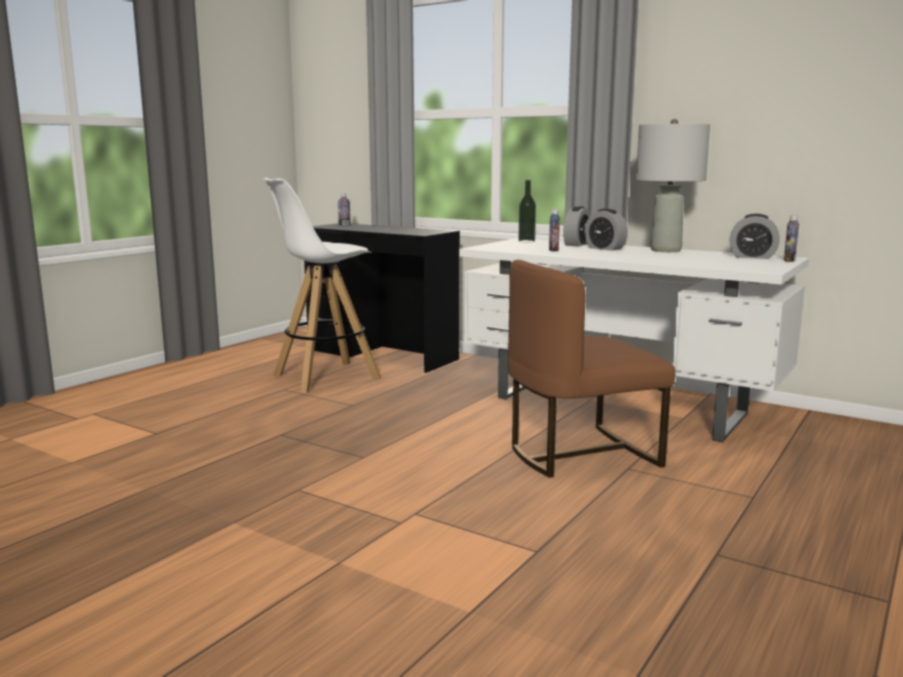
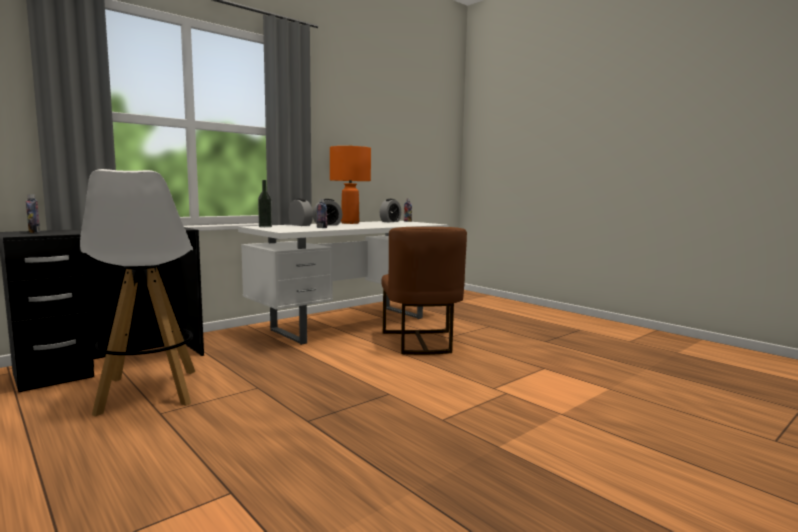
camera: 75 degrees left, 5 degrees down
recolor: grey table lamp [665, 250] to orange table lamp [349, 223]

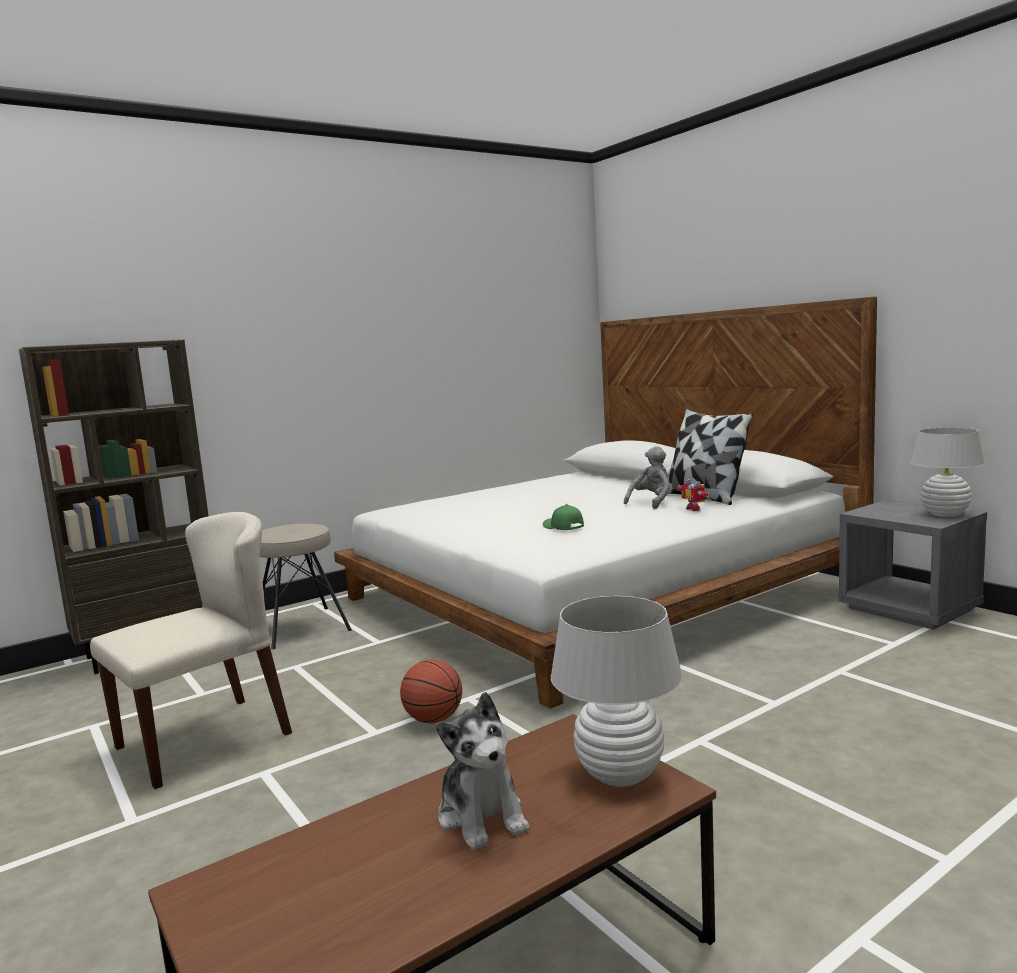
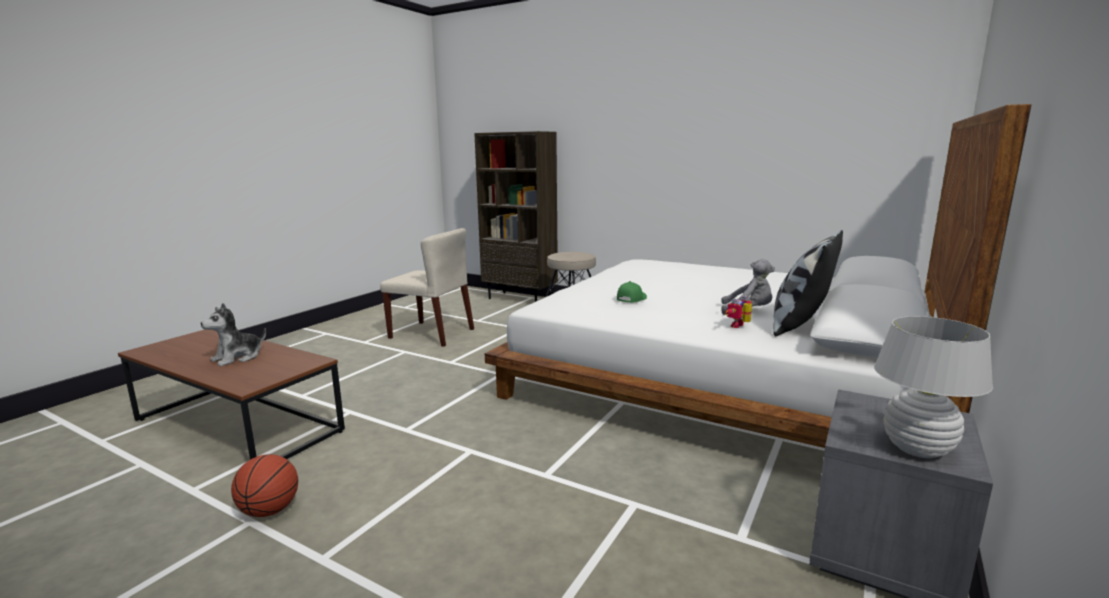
camera: 65 degrees right, 5 degrees up
delete: white table lamp [619, 774]
move: basketball [434, 719] to [269, 511]

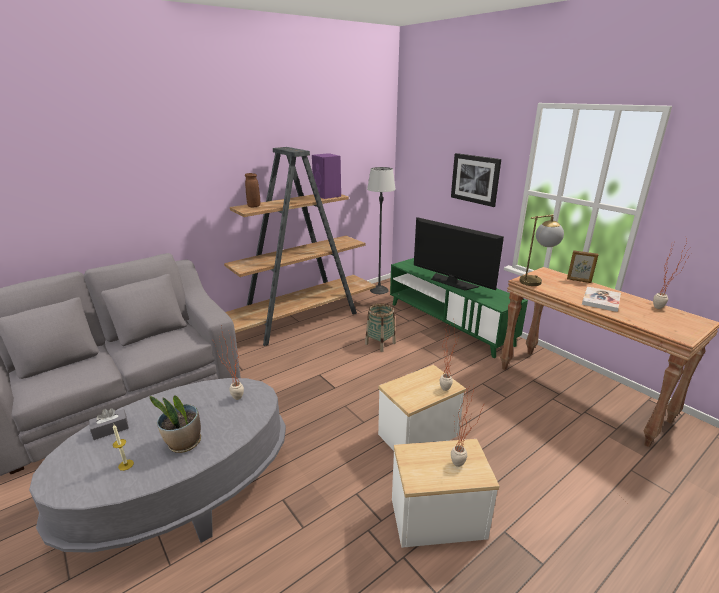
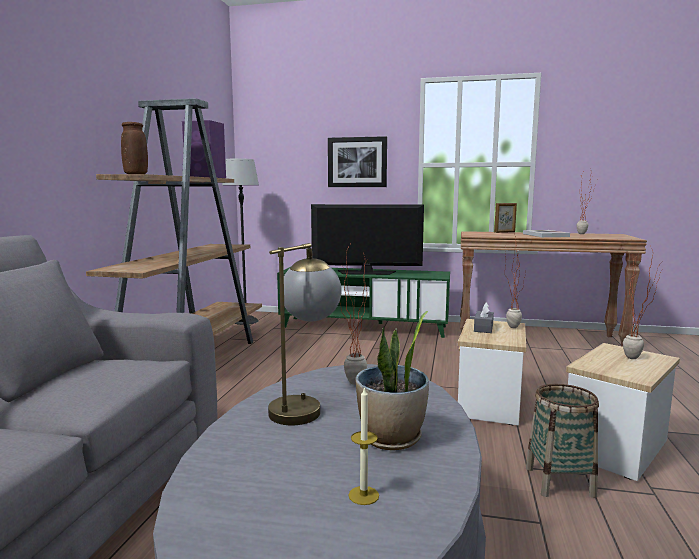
camera: 40 degrees left, 15 degrees down
move: table lamp [536, 280] to [304, 406]; basket [380, 343] to [559, 481]; grey tissue box [110, 429] to [483, 328]

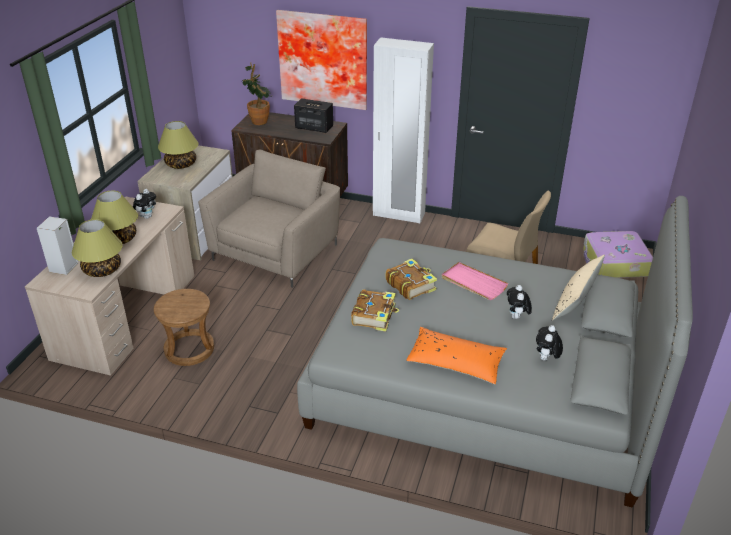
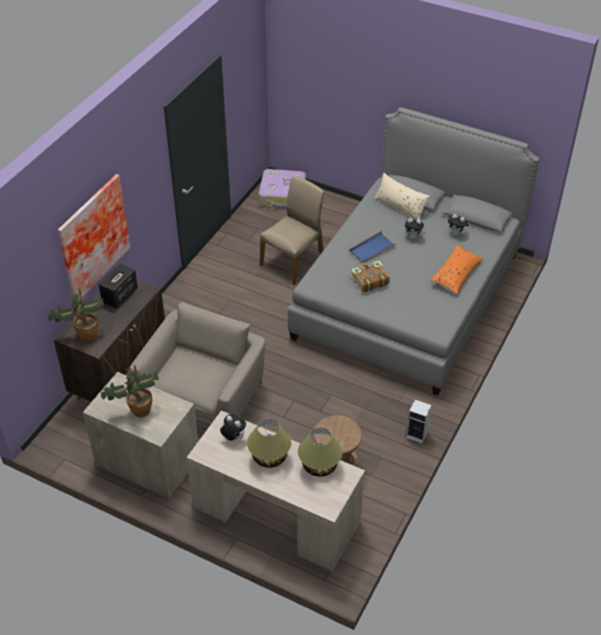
camera: 80 degrees left, 10 degrees up
delete: white wardrobe [398, 215]; book [374, 315]
move: speaker [63, 268] to [418, 434]
replace: table lamp [181, 164] to potted plant [136, 410]
recolor: pink tray [473, 283] to blue tray [372, 249]
rotate: beige armchair [276, 252] = [203, 397] 75 degrees clockwise

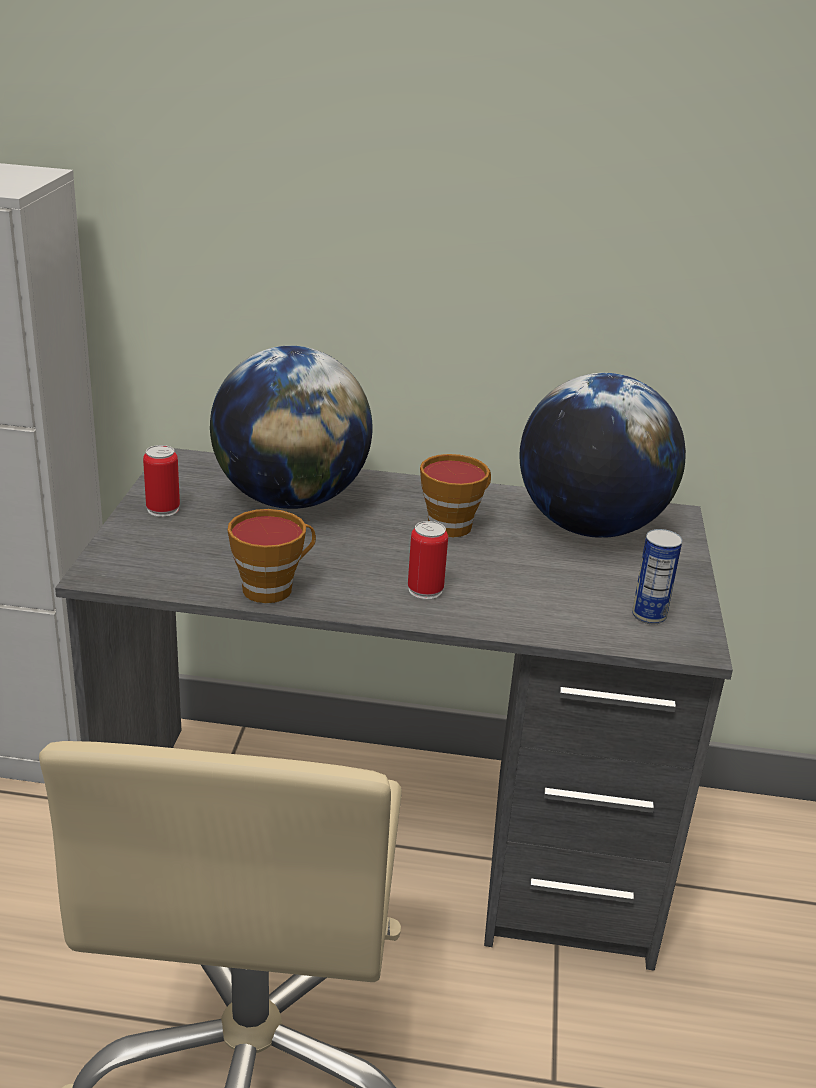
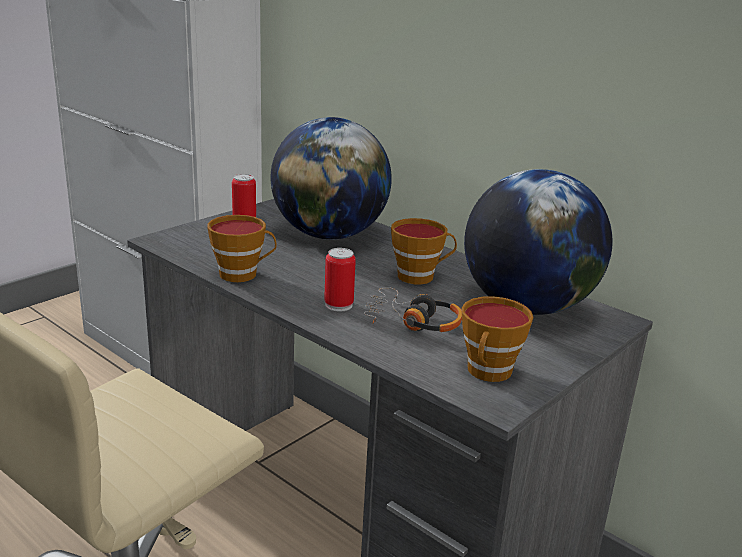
camera: 35 degrees right, 5 degrees down
insert: headphones [412, 322]
replace: can [649, 616] to cup [488, 373]

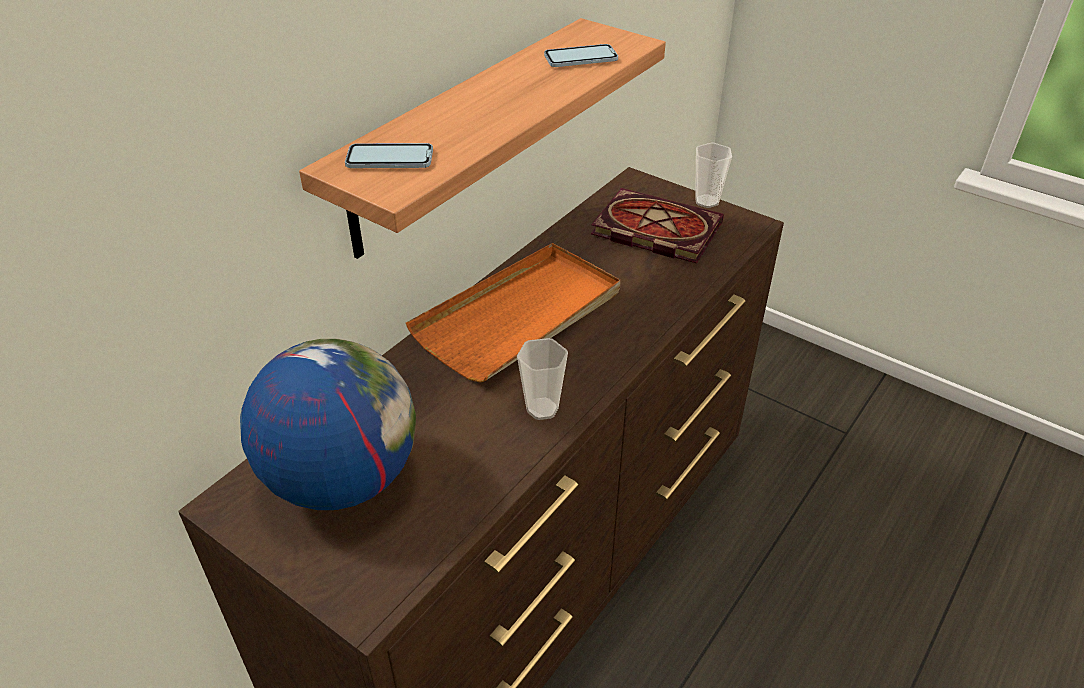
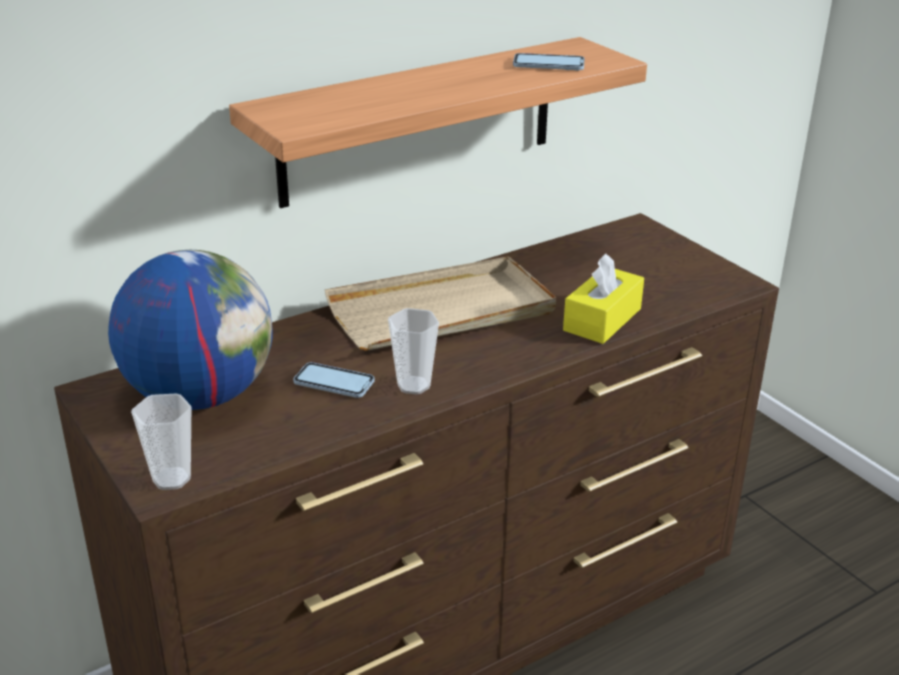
camera: 20 degrees right, 10 degrees down
delete: book [653, 230]
insert: yellow tissue box [602, 319]
move: phone [390, 159] to [334, 382]; cup [706, 201] to [171, 479]
recolor: orange tray [520, 316] to beige tray [442, 311]

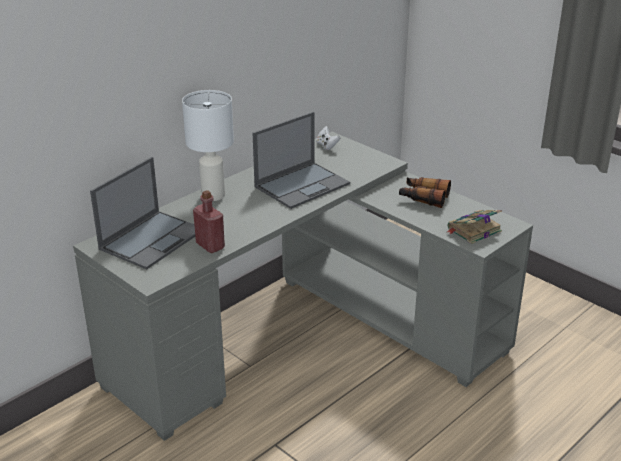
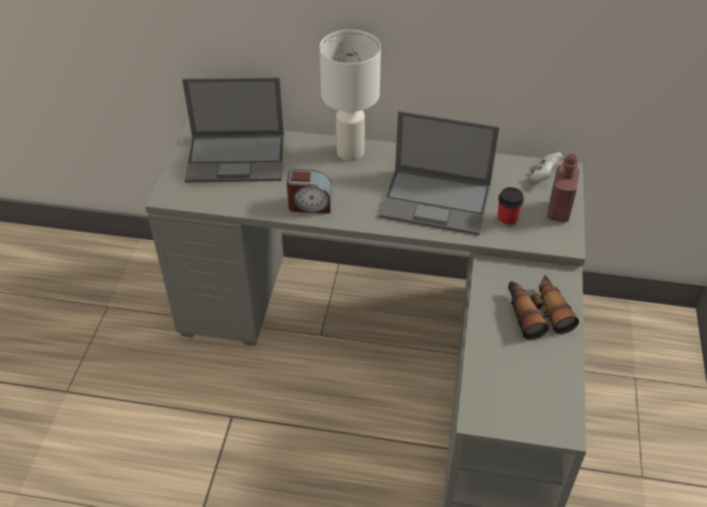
camera: 55 degrees right, 15 degrees up
delete: book [473, 230]
insert: alarm clock [310, 205]; cup [507, 220]
move: red bottle [210, 246] to [558, 211]

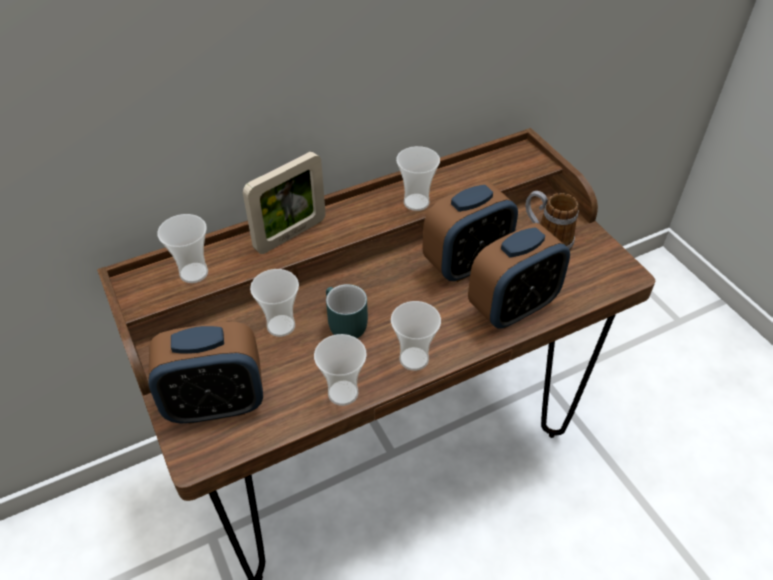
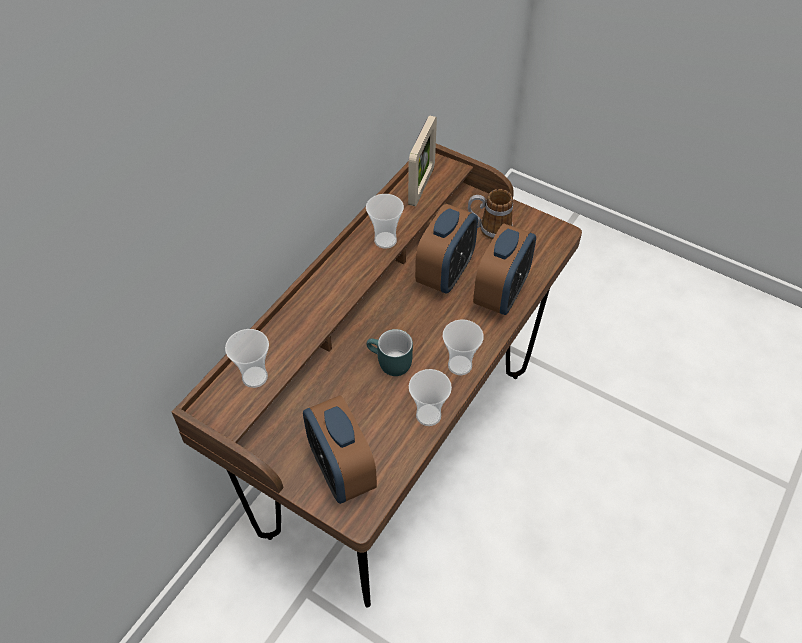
camera: 30 degrees left, 5 degrees up
delete: cup [281, 326]
move: picture frame [290, 235] to [421, 186]
rotate: alarm clock [216, 404] = [341, 470] 105 degrees clockwise

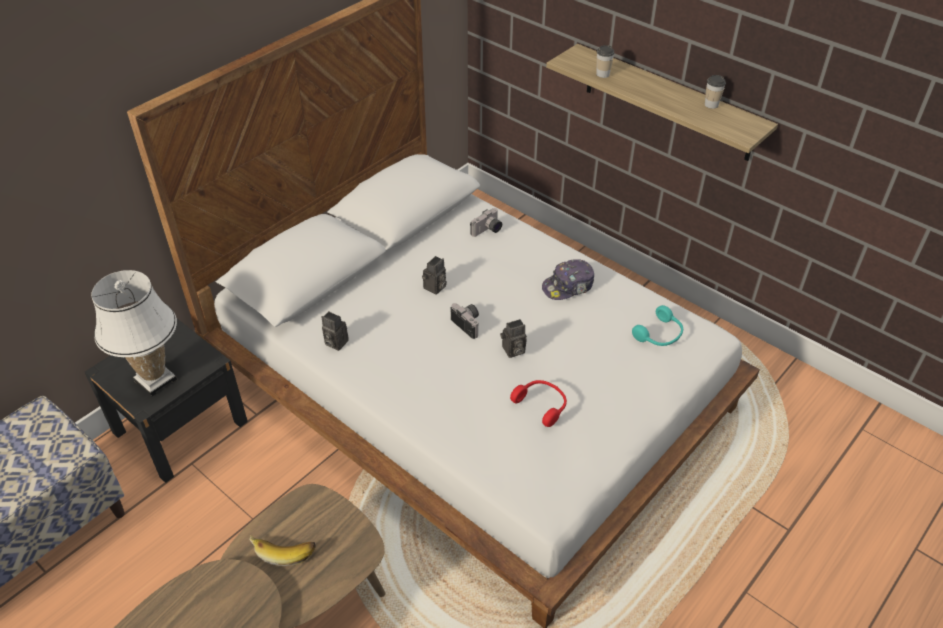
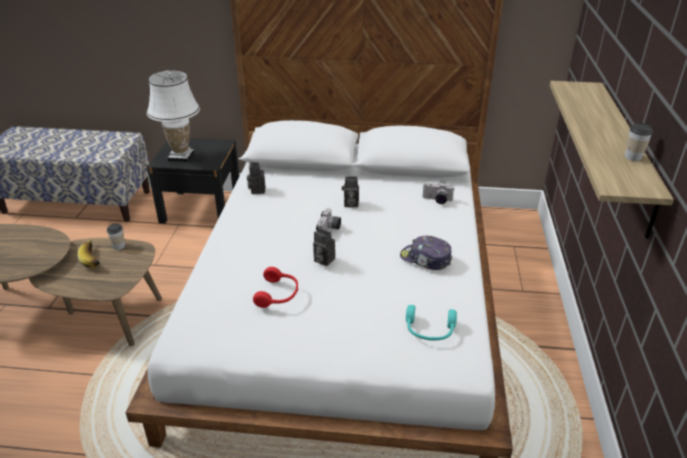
camera: 55 degrees right, 10 degrees down
move: cup [602, 74] to [119, 246]

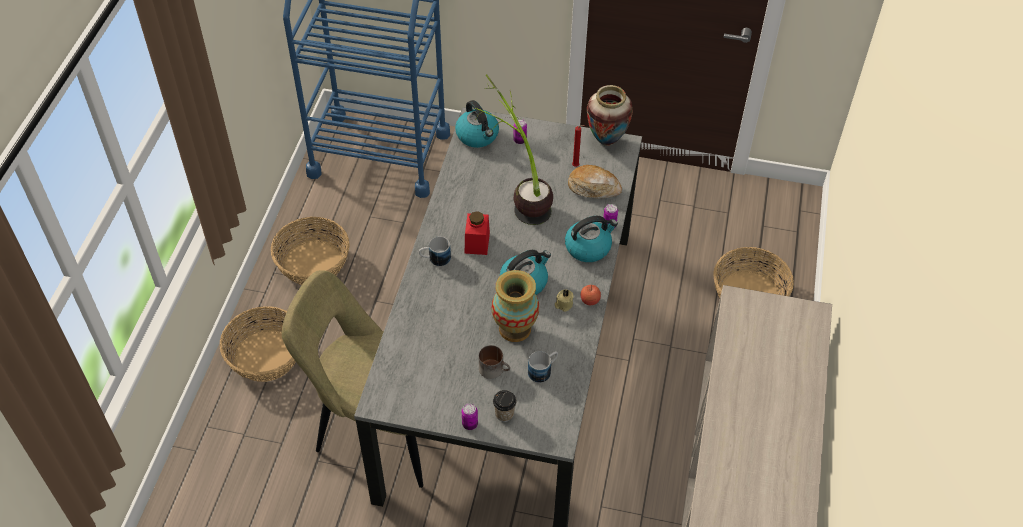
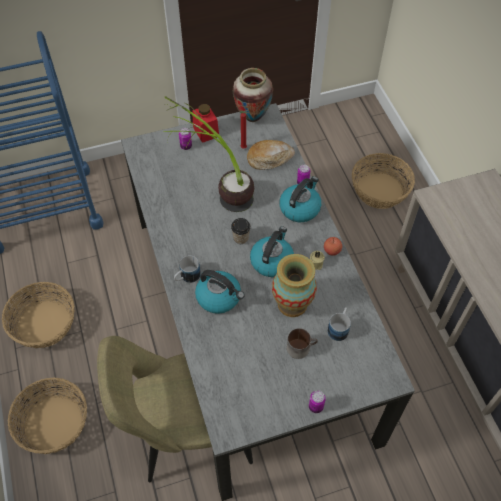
camera: 30 degrees left, 5 degrees up
move: kettle [478, 136] to [219, 297]; red jar [477, 243] to [206, 132]; cup [504, 414] to [241, 238]

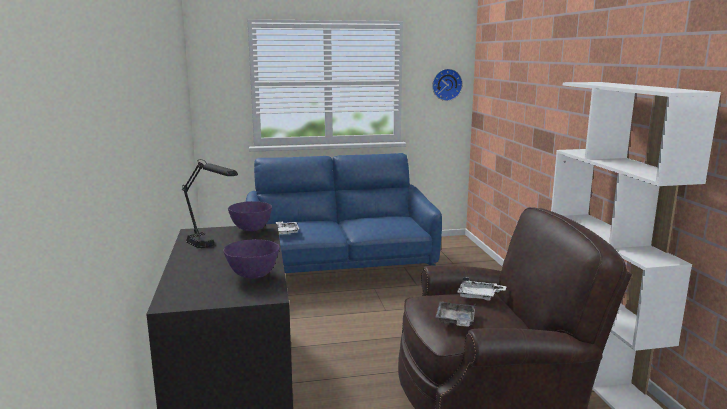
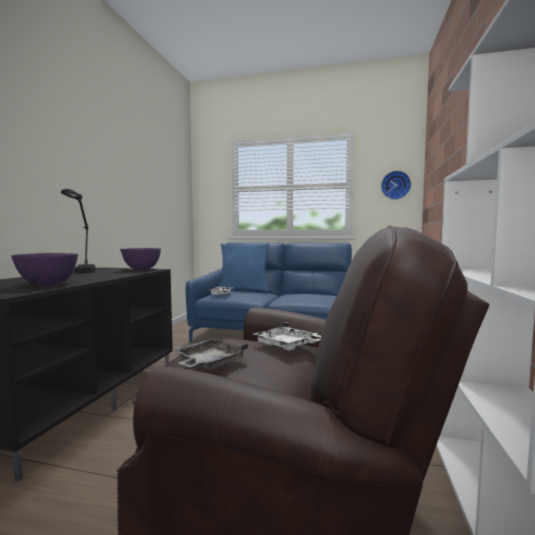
camera: 25 degrees right, 10 degrees down
insert: blue pillow [244, 290]

